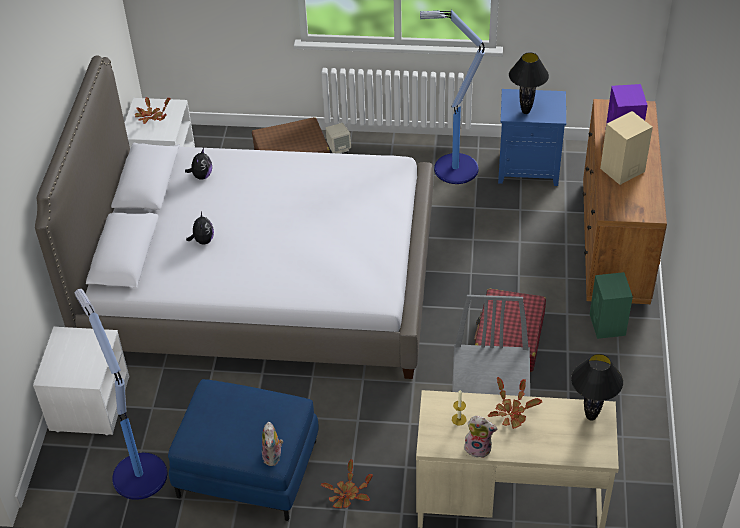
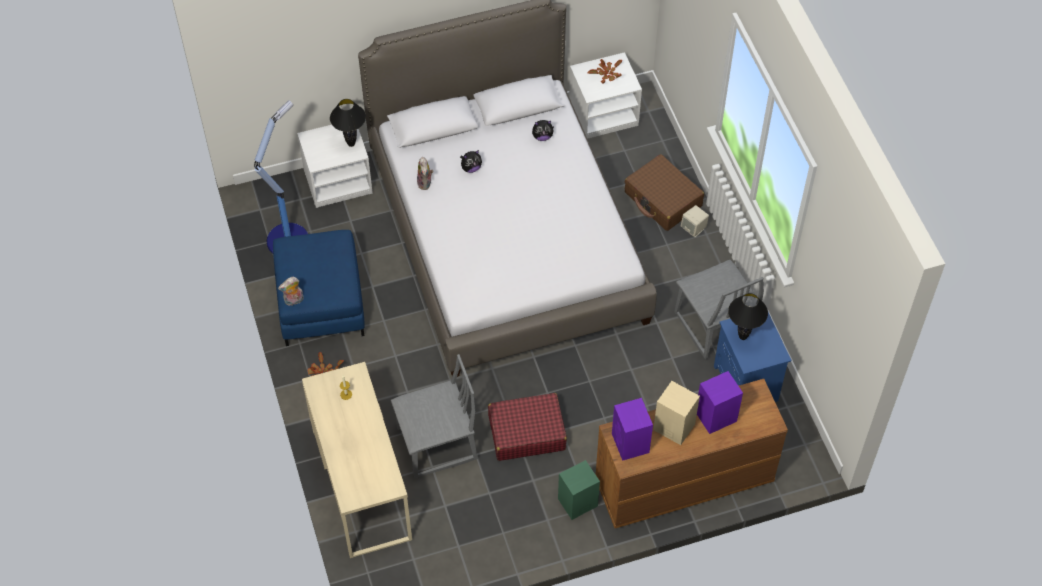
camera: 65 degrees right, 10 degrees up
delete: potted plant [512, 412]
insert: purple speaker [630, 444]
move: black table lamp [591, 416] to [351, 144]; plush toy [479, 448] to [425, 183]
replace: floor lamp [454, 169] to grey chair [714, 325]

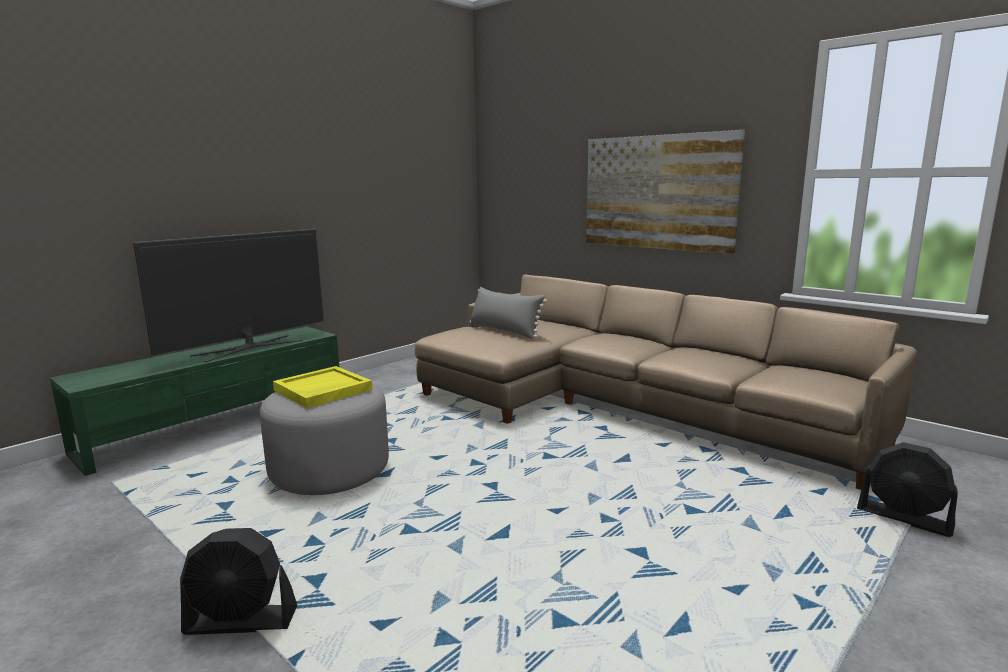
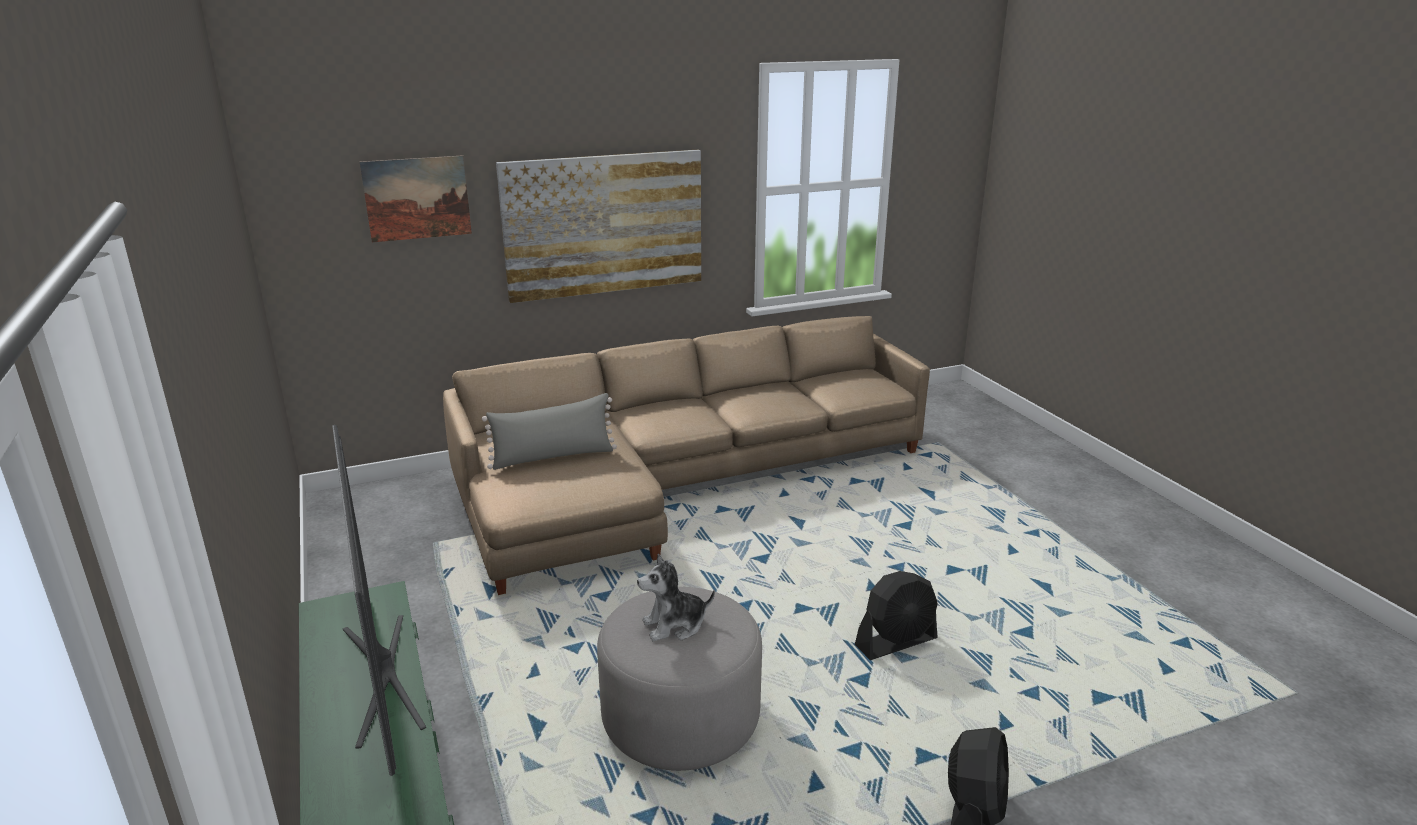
camera: 65 degrees left, 10 degrees up
insert: picture [417, 198]
move: black fan [904, 518] to [896, 642]
replace: yellow tray [322, 390] to plush toy [674, 625]

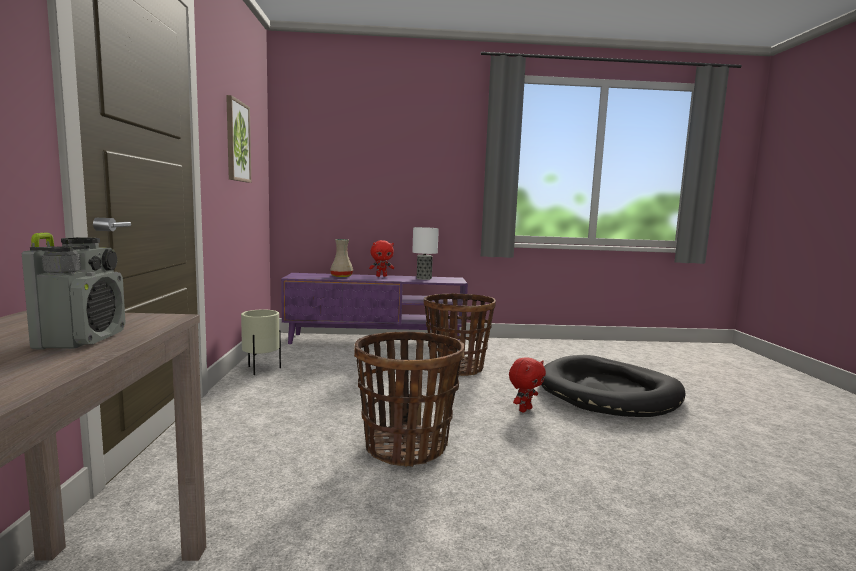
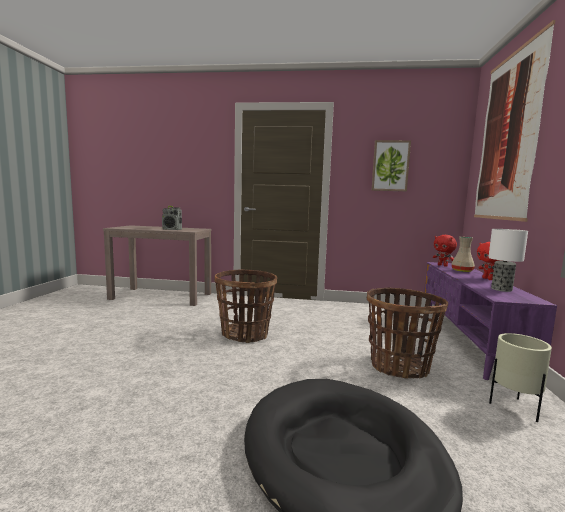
camera: 100 degrees right, 0 degrees up
insert: picture [507, 137]
move: beige planter [261, 370] to [514, 408]; red plush toy [524, 409] to [443, 265]

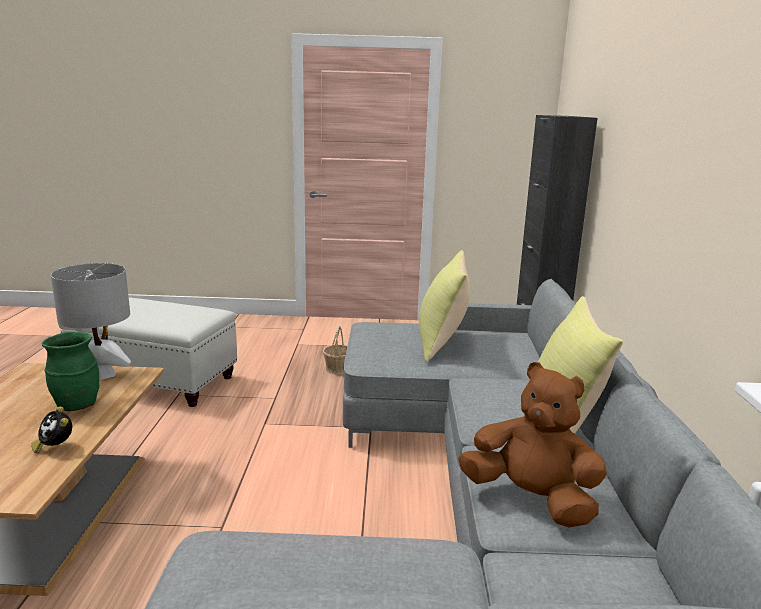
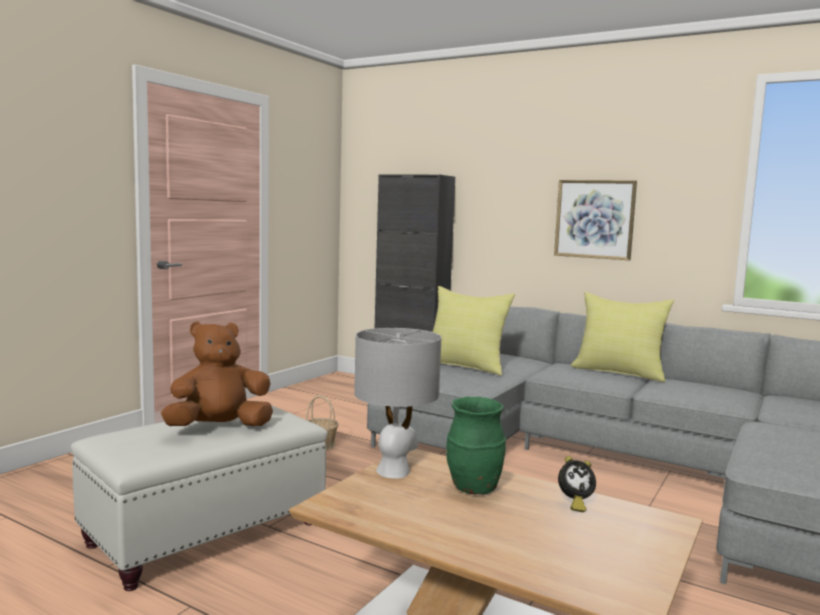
camera: 60 degrees left, 10 degrees down
insert: picture [594, 219]
move: brown plush toy [531, 499] to [219, 428]

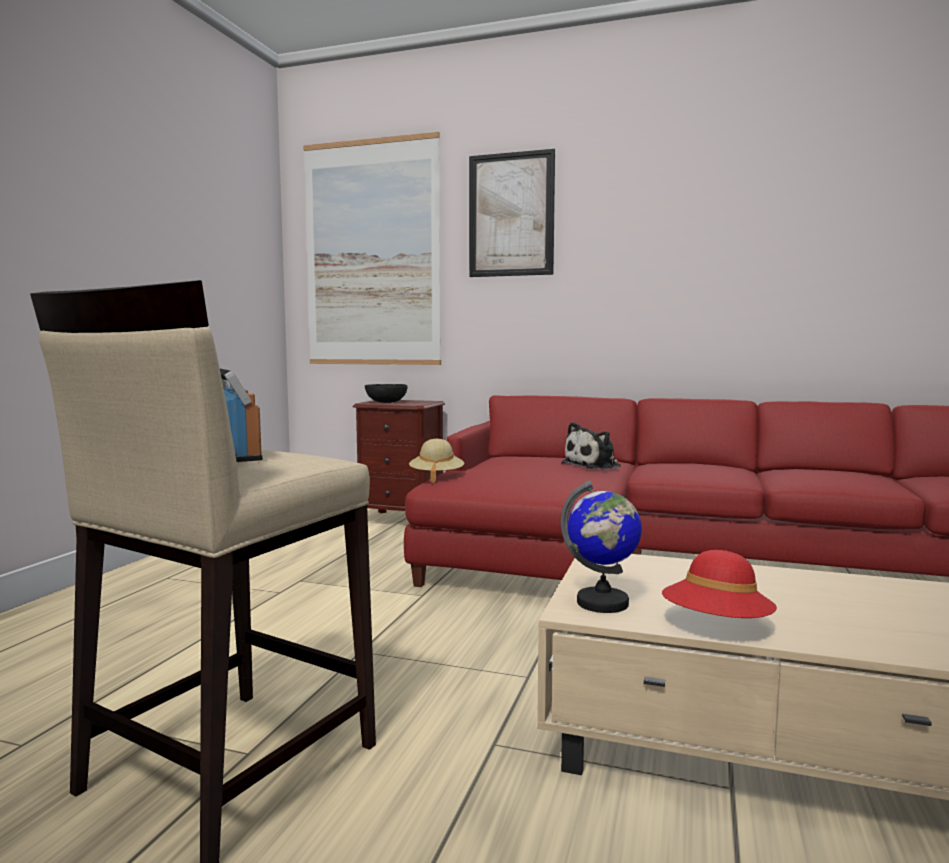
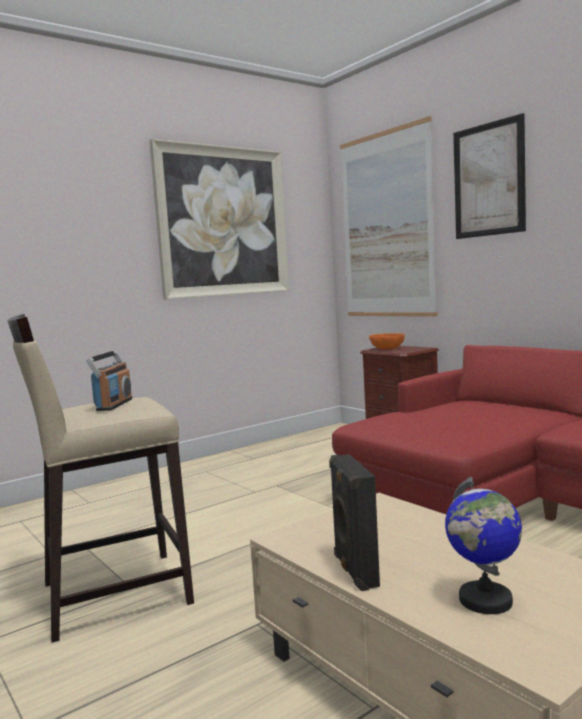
camera: 35 degrees right, 0 degrees up
delete: plush toy [594, 465]; beige hat [436, 477]
insert: picture [223, 222]
move: globe [602, 603] to [485, 600]
replace: red hat [717, 626] to black speaker [354, 571]
recolor: black bowl [386, 402] to orange bowl [387, 349]

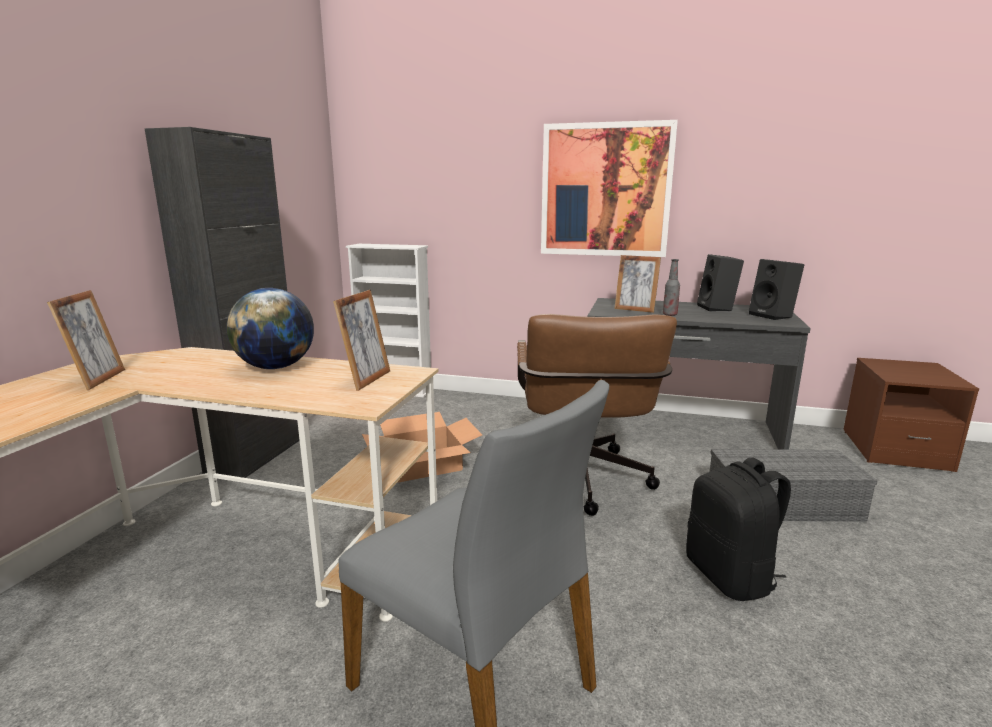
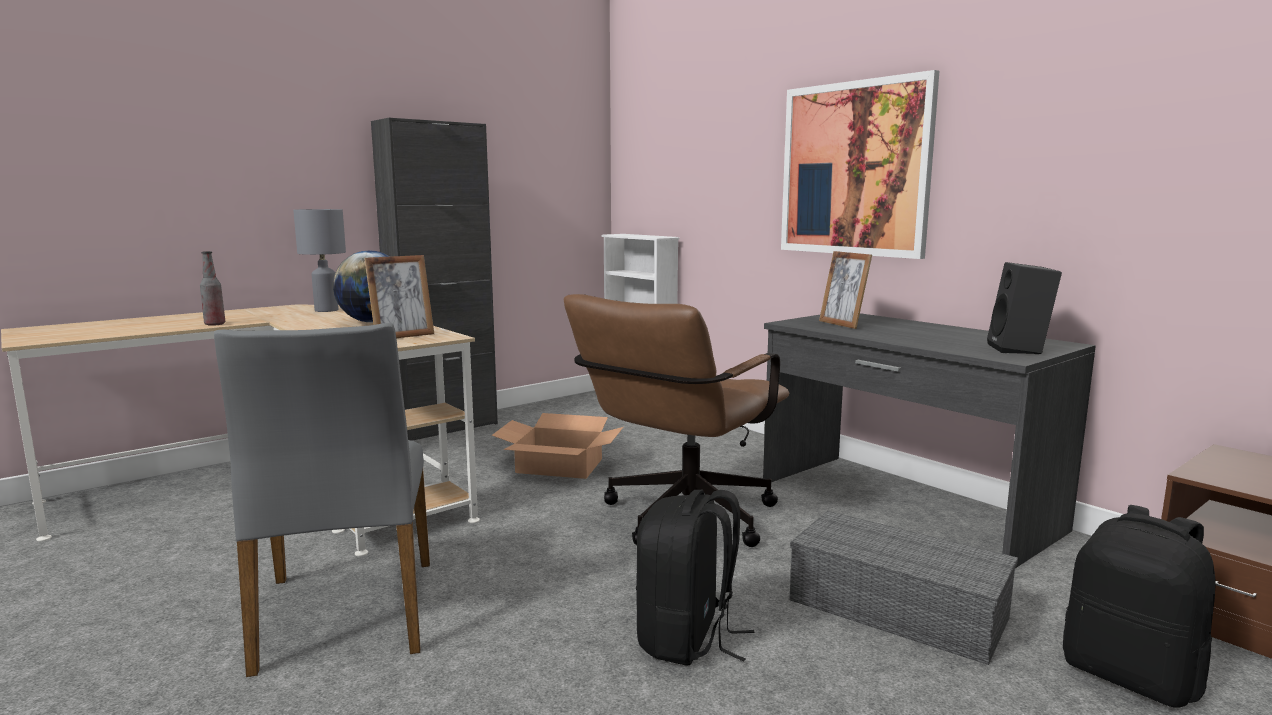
camera: 35 degrees right, 5 degrees down
delete: black speaker [718, 308]; picture frame [98, 380]
insert: grey table lamp [326, 310]; black backpack [1130, 676]
move: bottle [669, 314] to [215, 324]

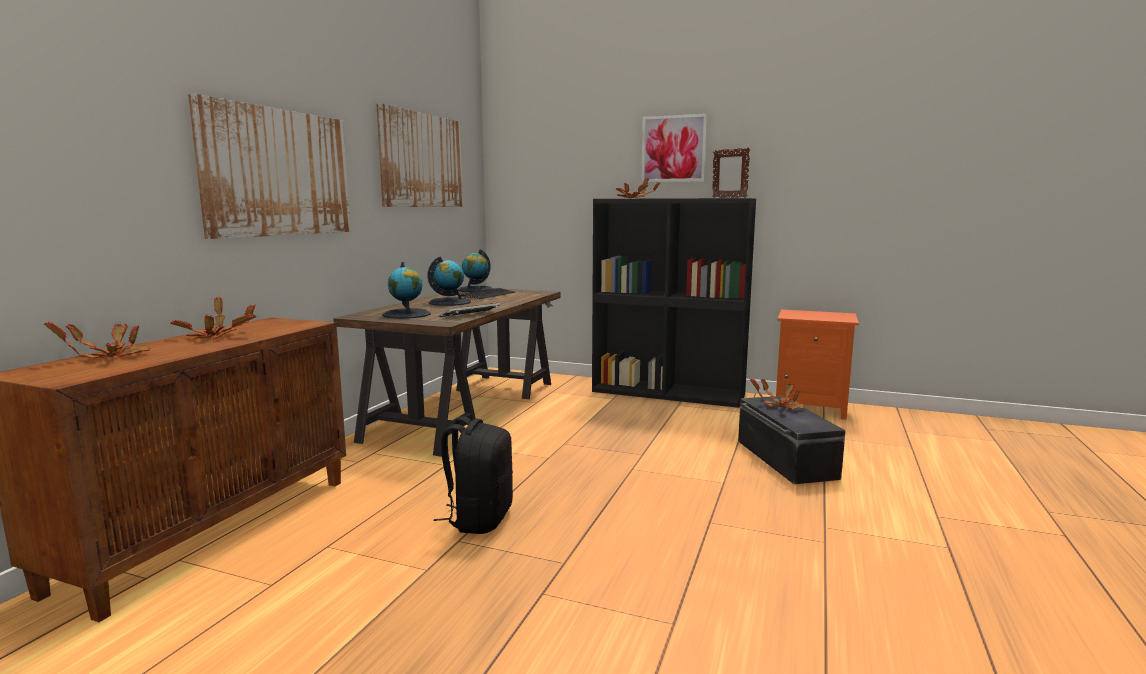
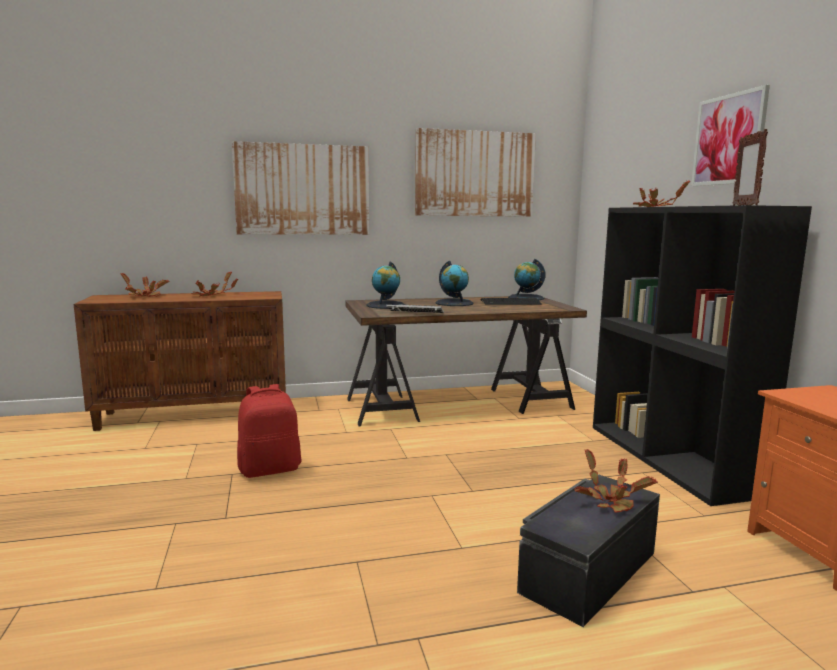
camera: 55 degrees right, 0 degrees up
recolor: black backpack [479, 519] to red backpack [270, 469]

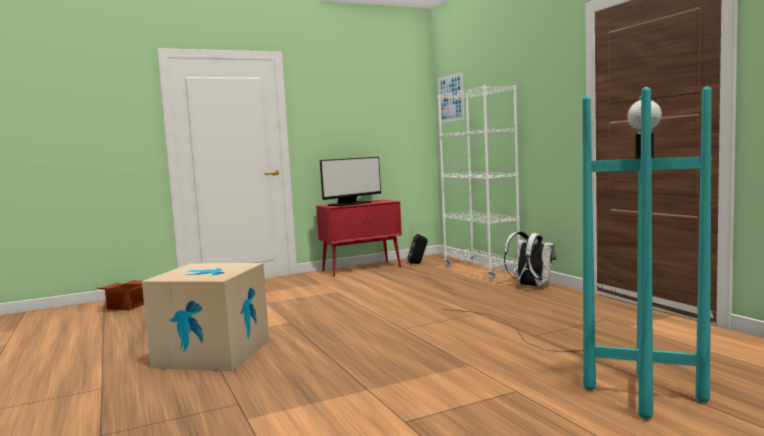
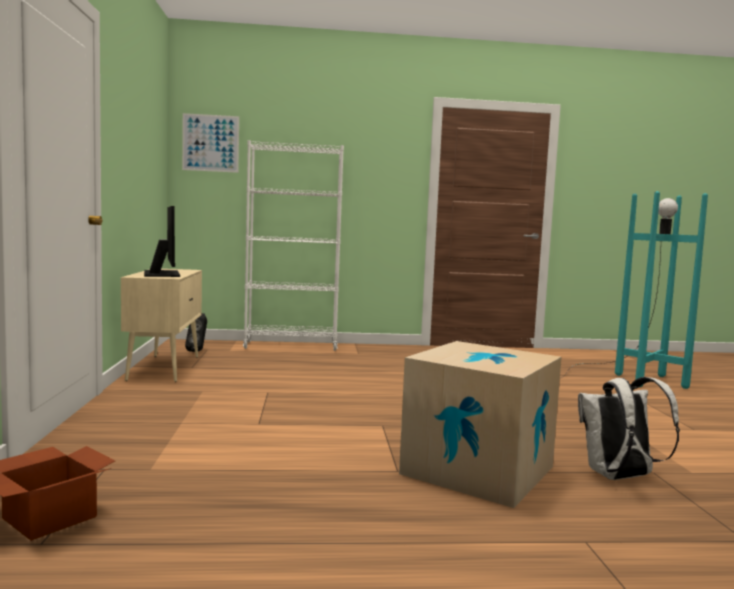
camera: 70 degrees left, 0 degrees up
move: white backpack [531, 286] to [619, 477]
recolor: red cabinet [362, 268] to beige cabinet [164, 368]

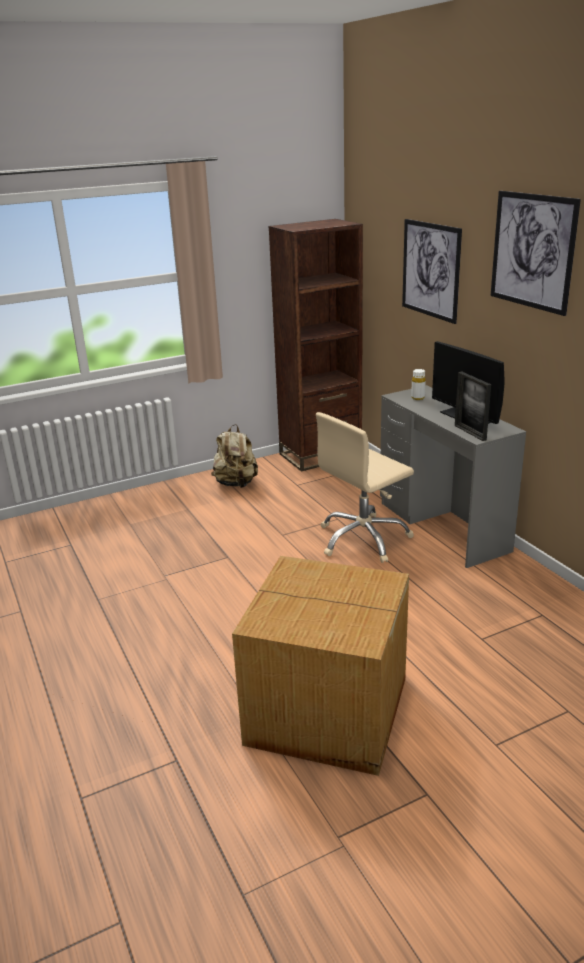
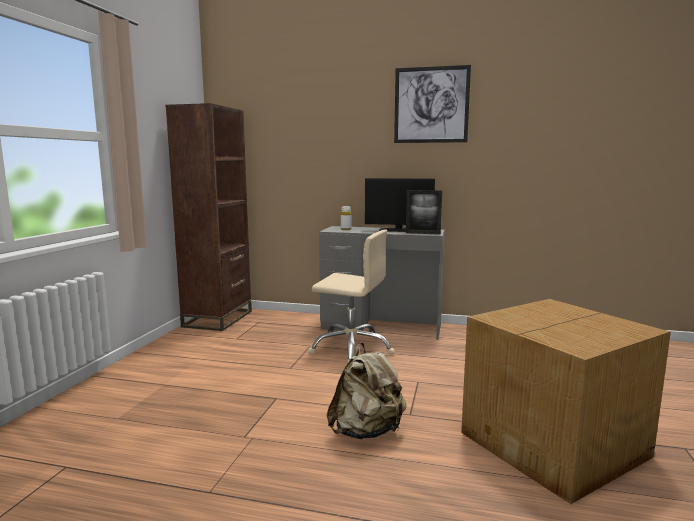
camera: 50 degrees left, 15 degrees down
delete: picture [430, 270]
move: beige backpack [236, 484] to [367, 431]
rotate: beige office chair [363, 539] = [351, 349] 75 degrees counterclockwise

